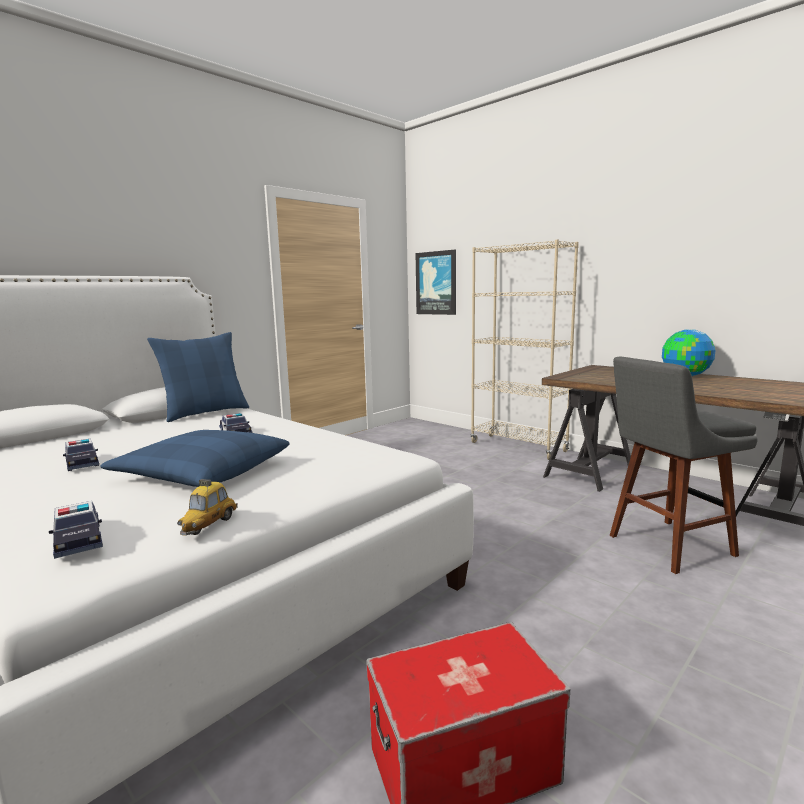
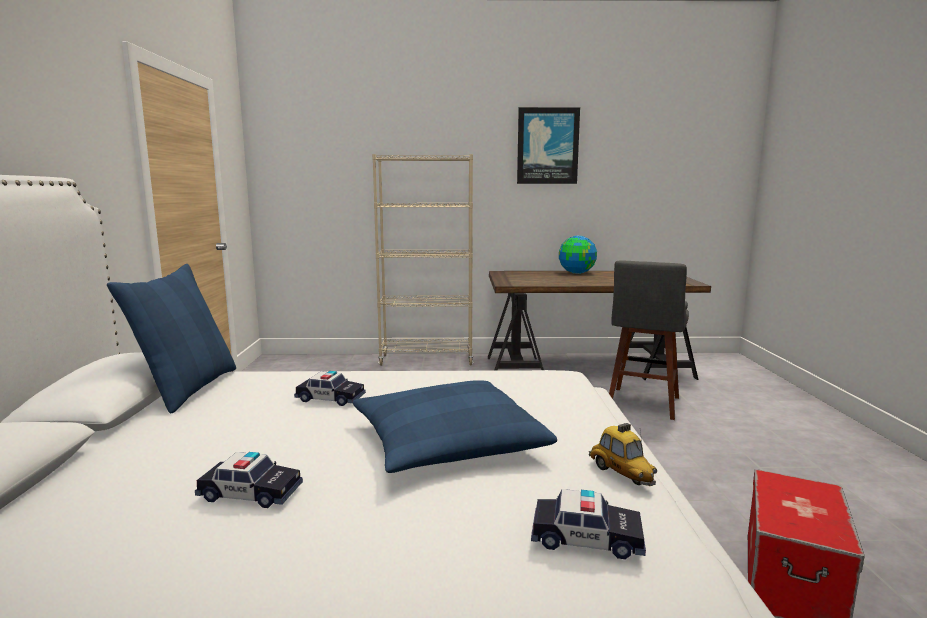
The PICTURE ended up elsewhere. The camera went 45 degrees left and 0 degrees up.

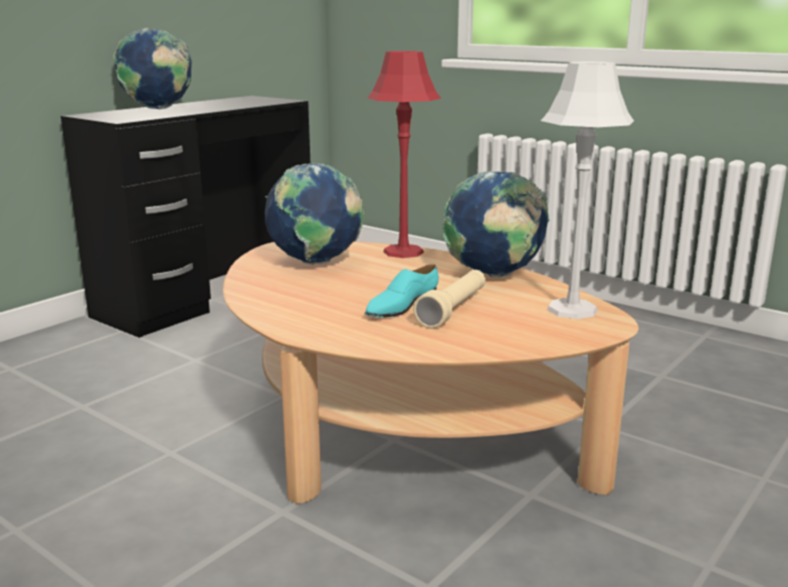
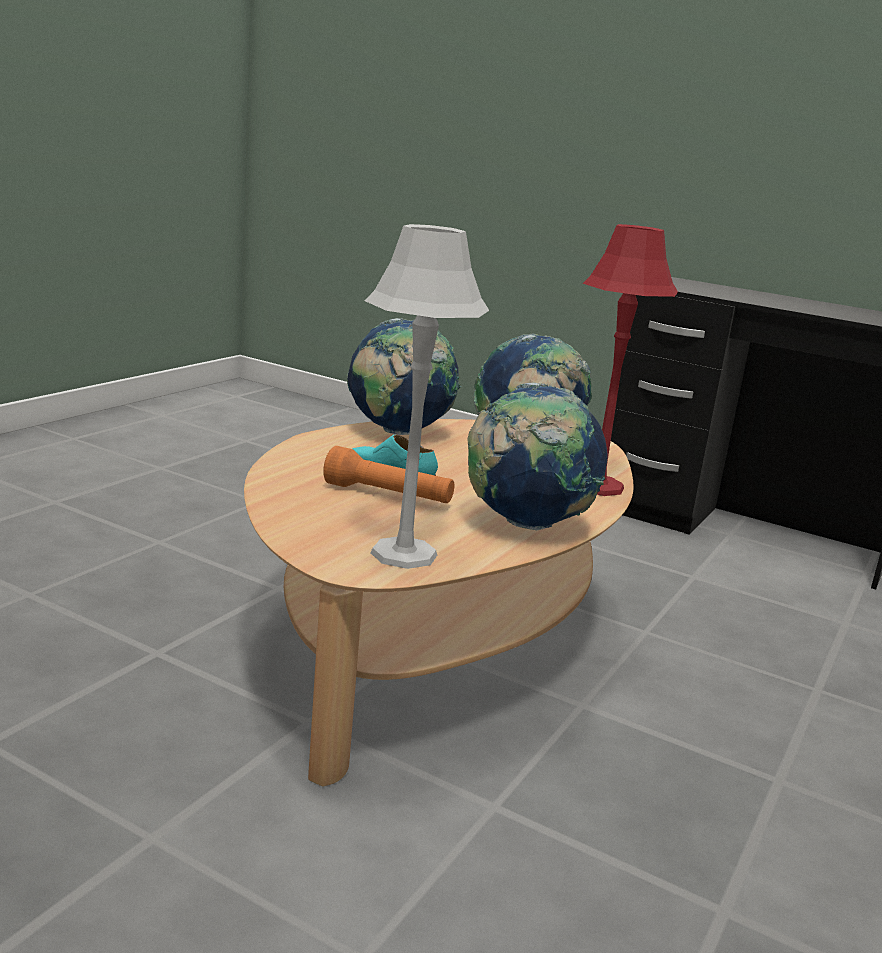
What was the BEIGE FLASHLIGHT turned into the ORANGE FLASHLIGHT. The GLOBE (no. 1 from left) ended up elsewhere. The camera went 80 degrees right and 0 degrees up.

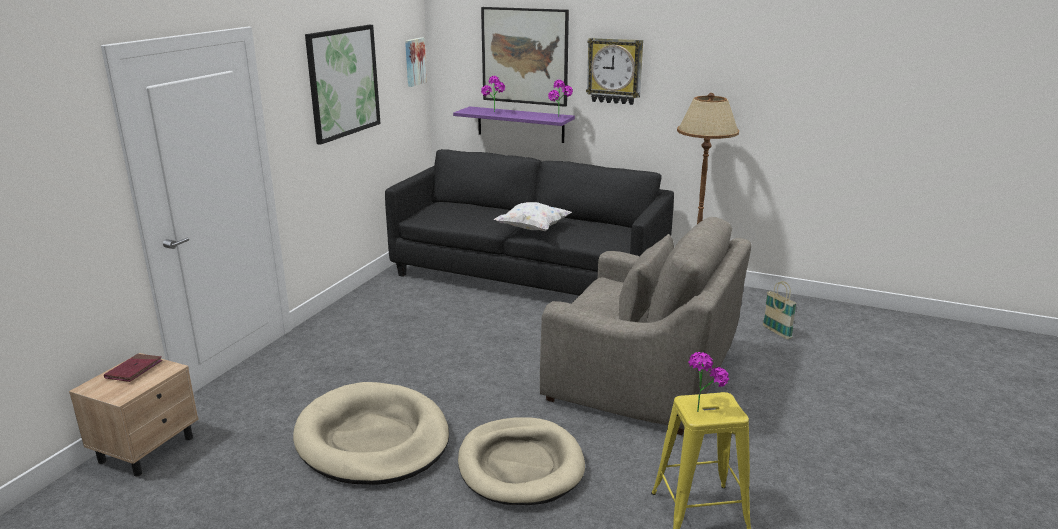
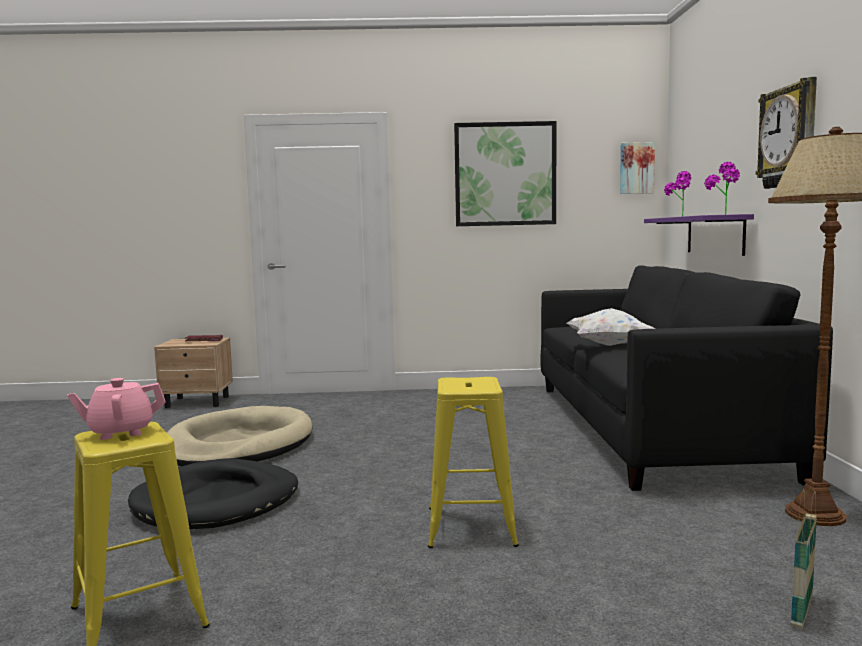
Where the POTTED PLANT (no. 3 from left) stood, the PINK TEAPOT came to stand. What was the BEIGE DOG BED (no. 2 from left) turned into the BLACK DOG BED. Where the GREY ARMCHAIR stood, the YELLOW STOOL (no. 2 from left) came to stand. The second view lost the PICTURE (no. 3 from left). The camera went 65 degrees right and 15 degrees down.

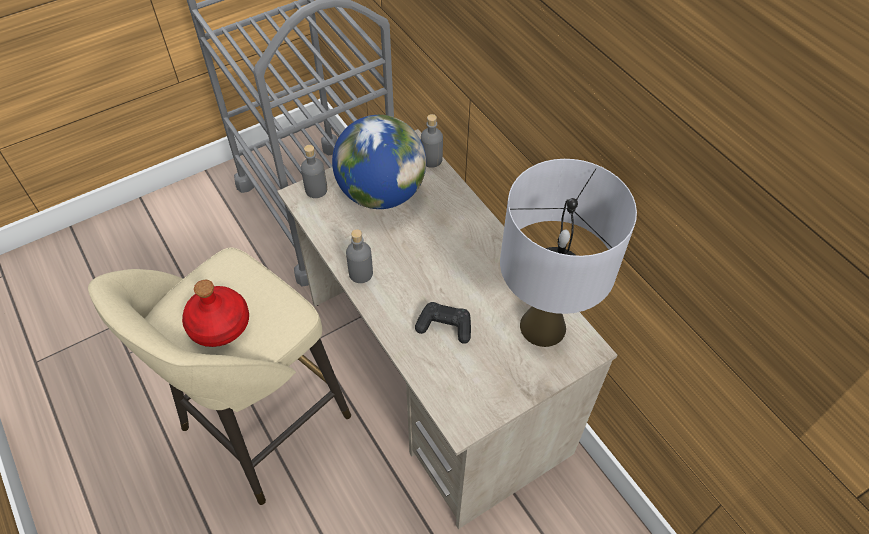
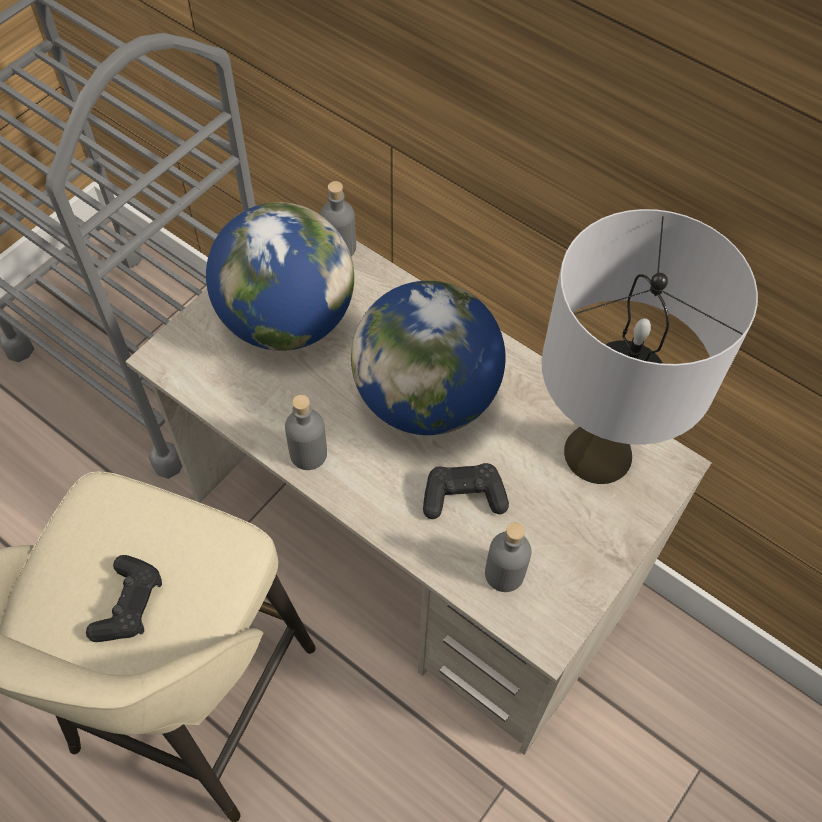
Where the RED BOTTLE stood, the BLACK GAME CONTROLLER (no. 1 from left) came to stand. The second view gained the GLOBE (no. 2 from left). The GREY BOTTLE (no. 1 from left in the first image) ended up elsewhere. The camera went 20 degrees left and 5 degrees up.

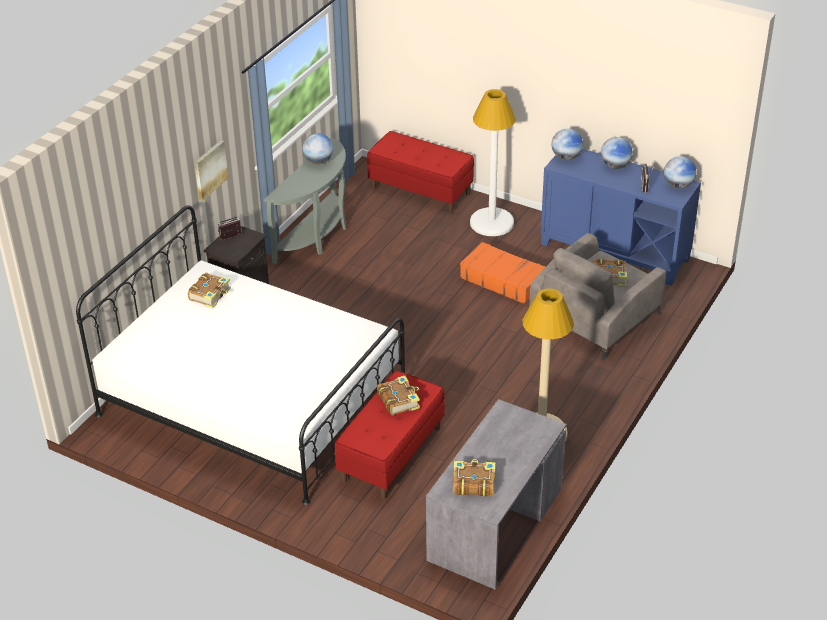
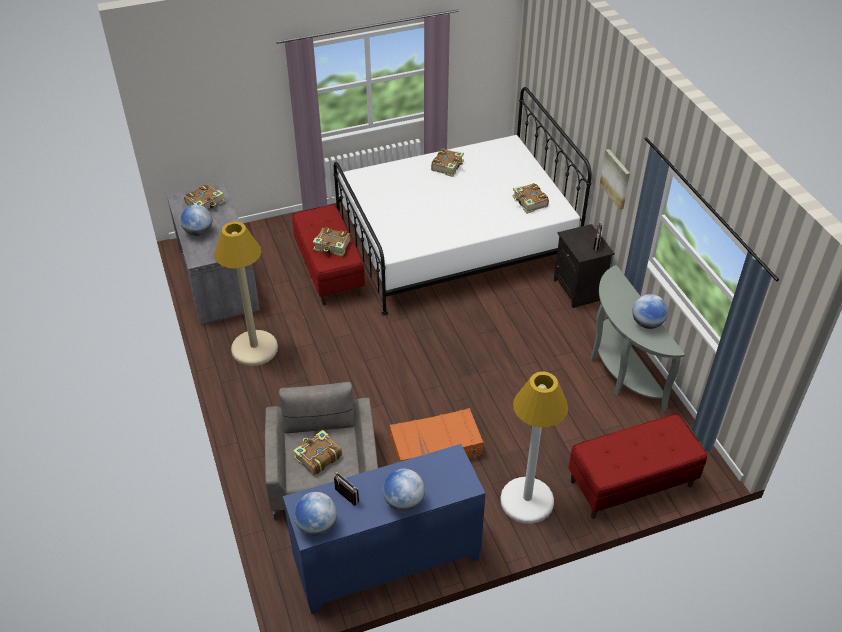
The GLOBE (no. 2 from left in the first image) ended up elsewhere. The second view gained the BOOK (no. 4 from left). The camera went 130 degrees right and 5 degrees up.

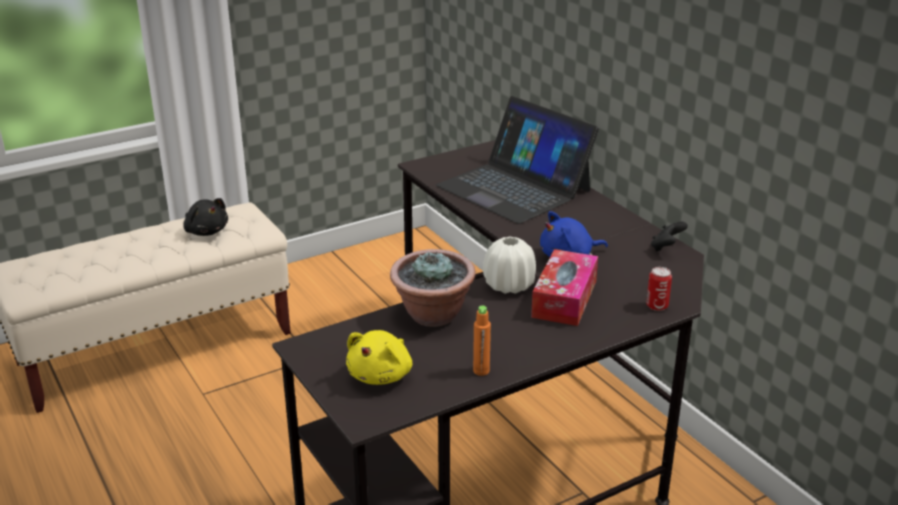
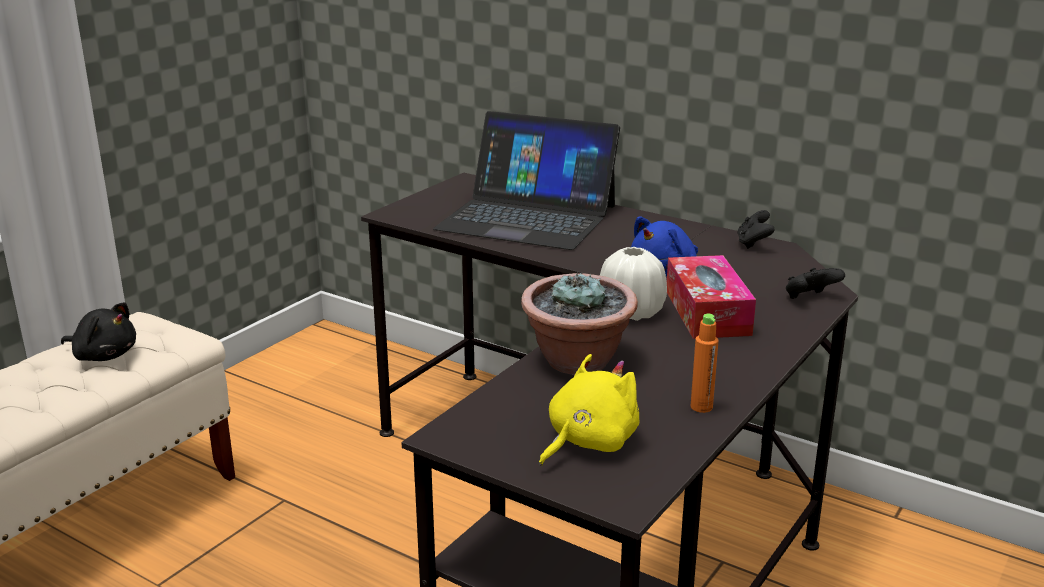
The YELLOW PLUSH TOY ended up facing another way, 135 degrees counterclockwise from before. Where the CAN stood, the BLACK GAME CONTROLLER (no. 2 from left) came to stand. The camera went 25 degrees left and 5 degrees down.

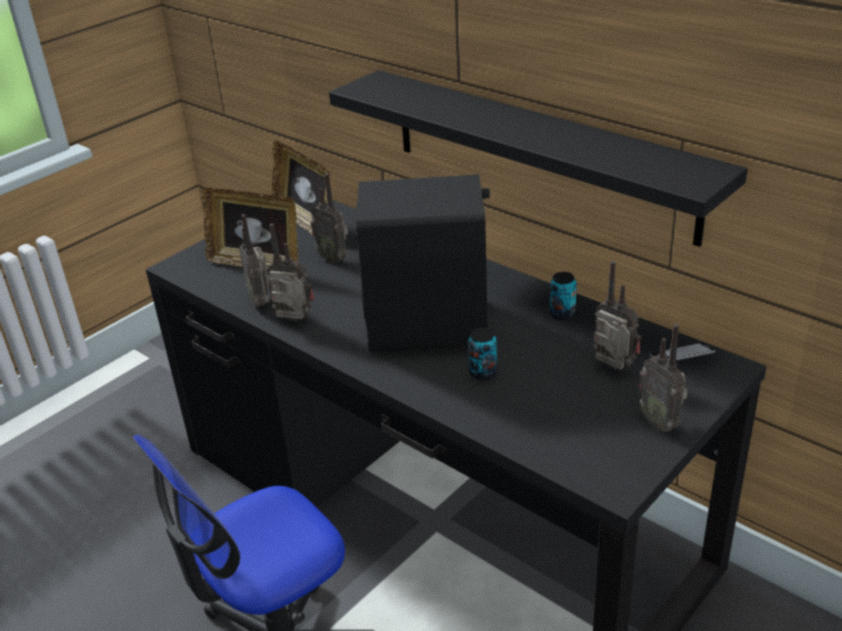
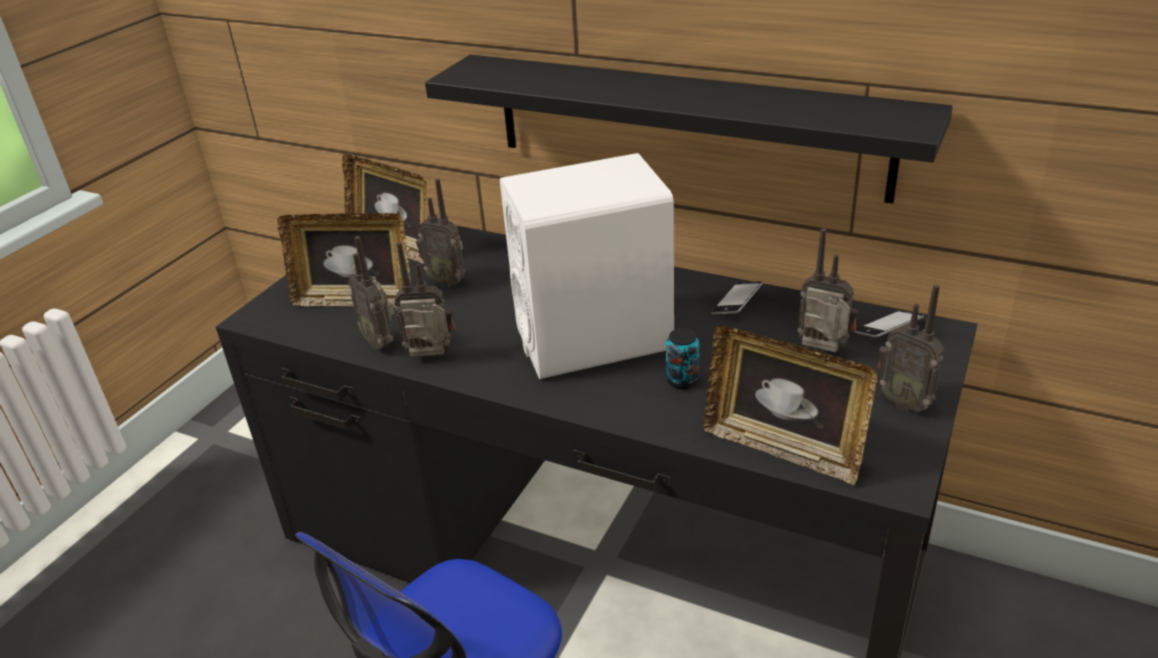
What was the BLACK SPEAKER turned into the WHITE SPEAKER. The second view gained the PICTURE FRAME (no. 3 from left). Where the CAN (no. 2 from left) stood, the PHONE (no. 1 from left) came to stand. The camera went 15 degrees left and 0 degrees up.

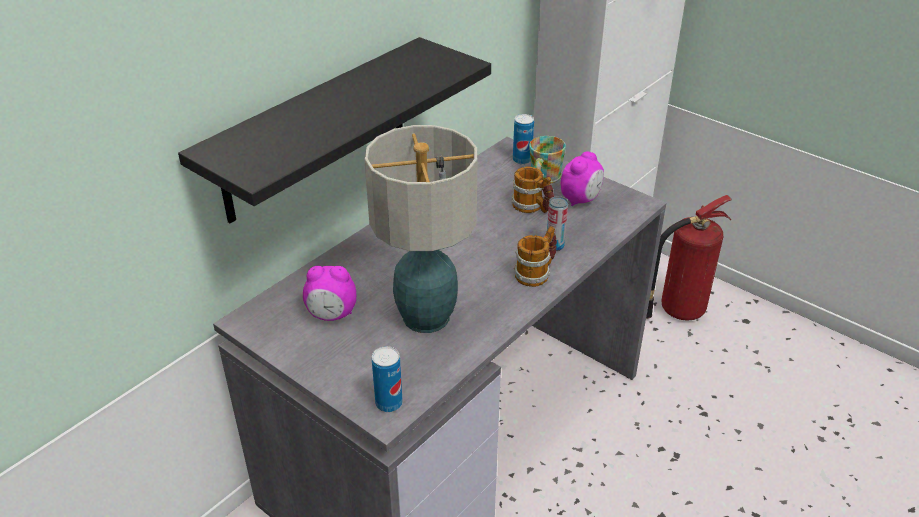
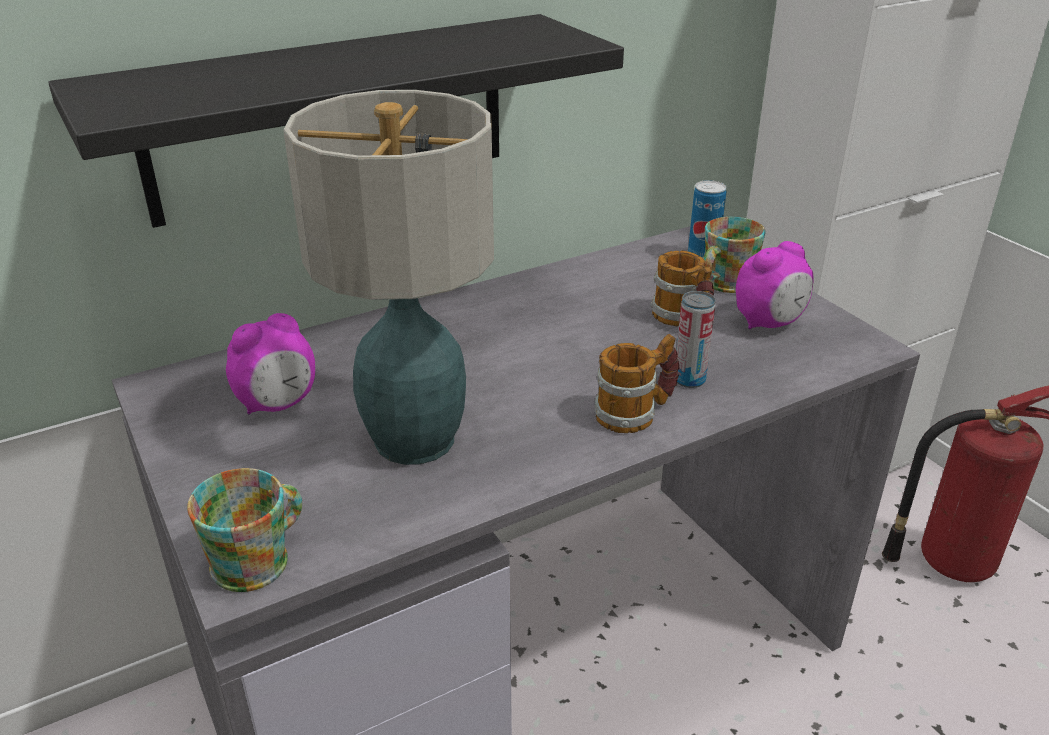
Where the CAN (no. 1 from left) stood, the MUG (no. 1 from left) came to stand. The ALARM CLOCK (no. 1 from left) ended up facing another way, 60 degrees counterclockwise from before. The camera went 20 degrees right and 5 degrees down.

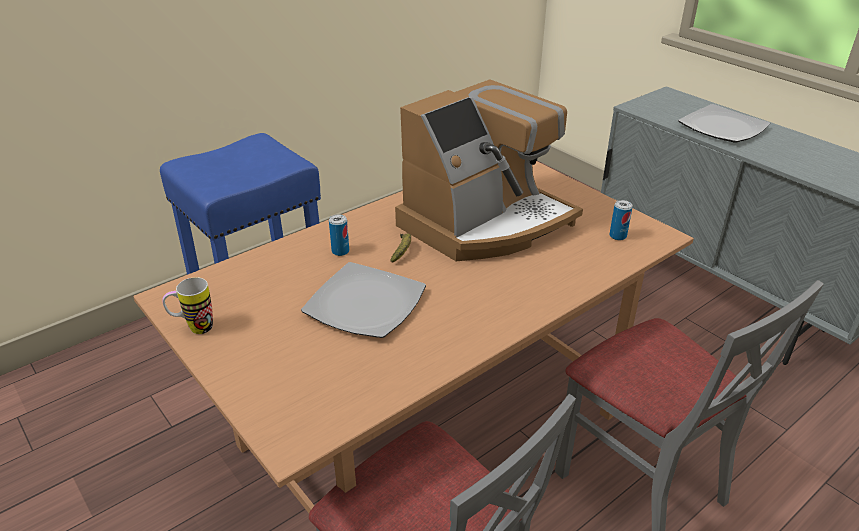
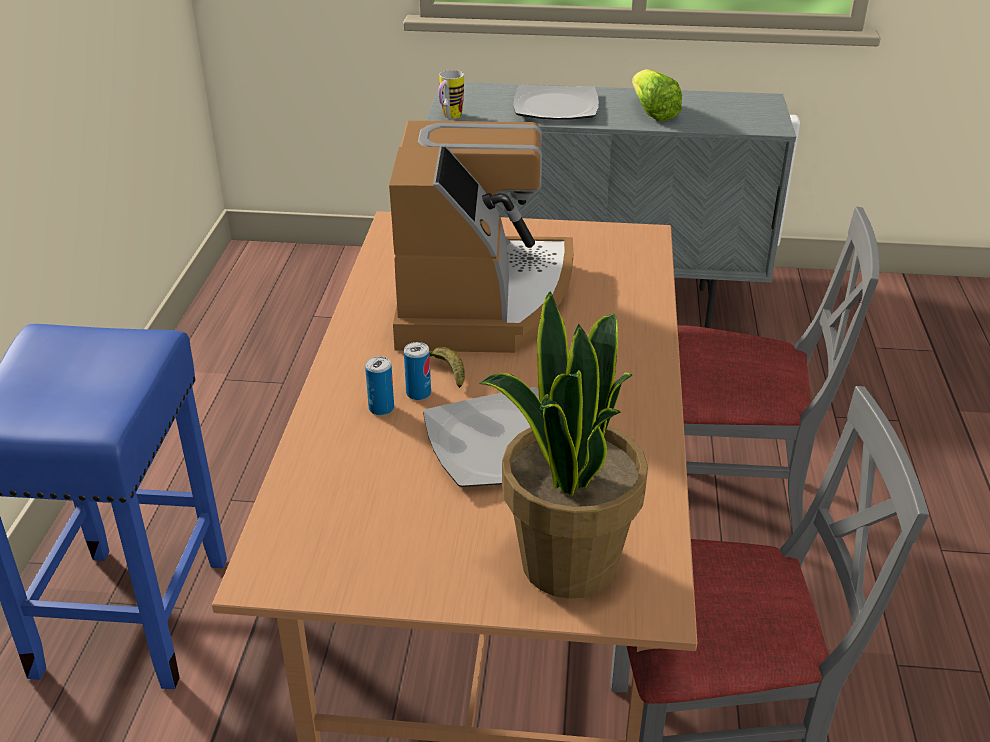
The CAN (no. 2 from left) ended up elsewhere. The MUG ended up elsewhere. The second view gained the POTTED PLANT. The second view gained the LETTUCE. The camera went 45 degrees left and 0 degrees up.

